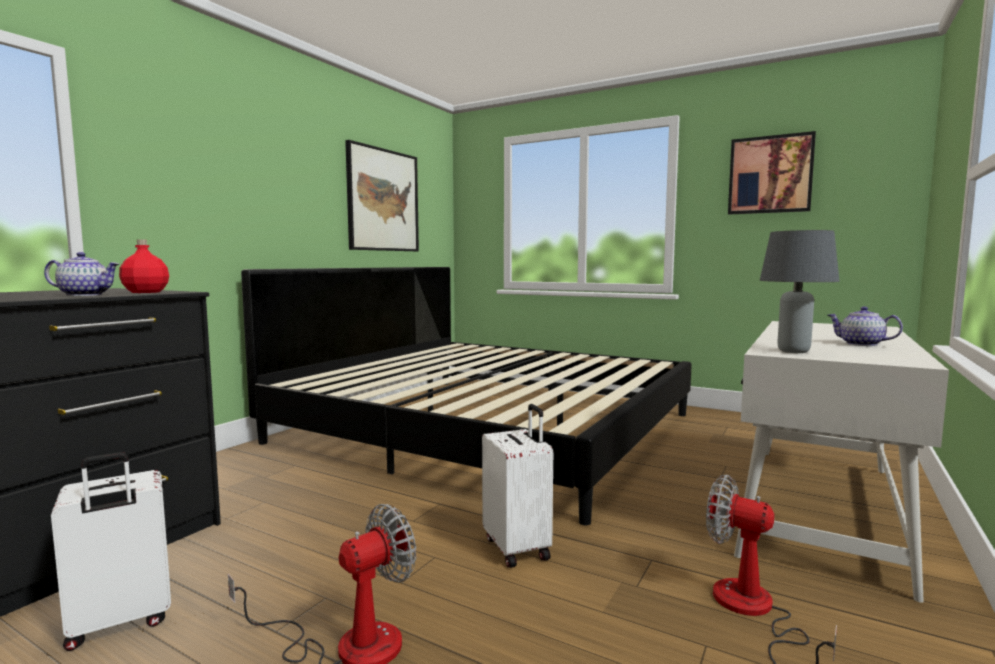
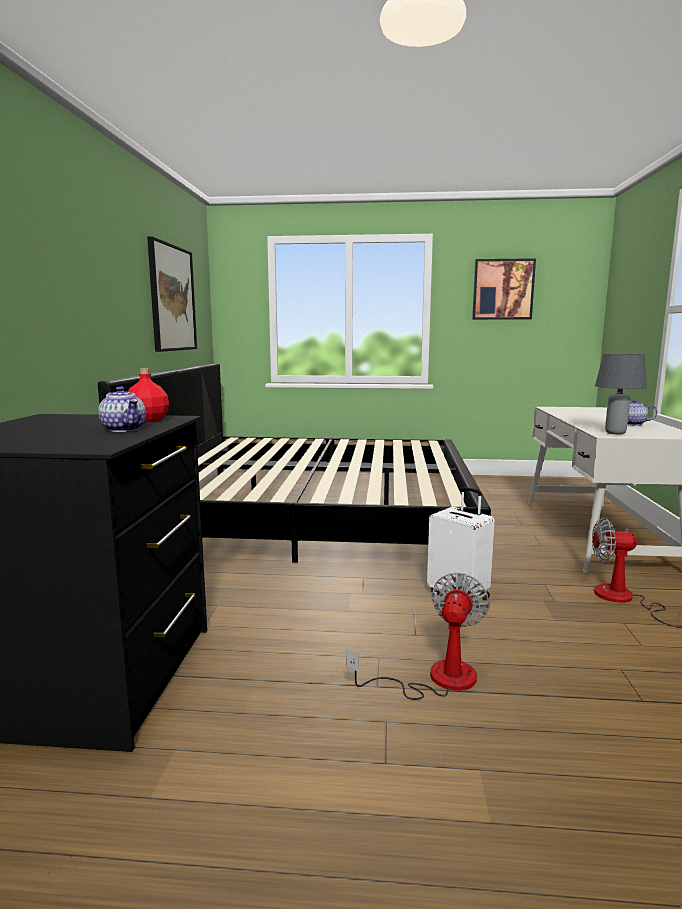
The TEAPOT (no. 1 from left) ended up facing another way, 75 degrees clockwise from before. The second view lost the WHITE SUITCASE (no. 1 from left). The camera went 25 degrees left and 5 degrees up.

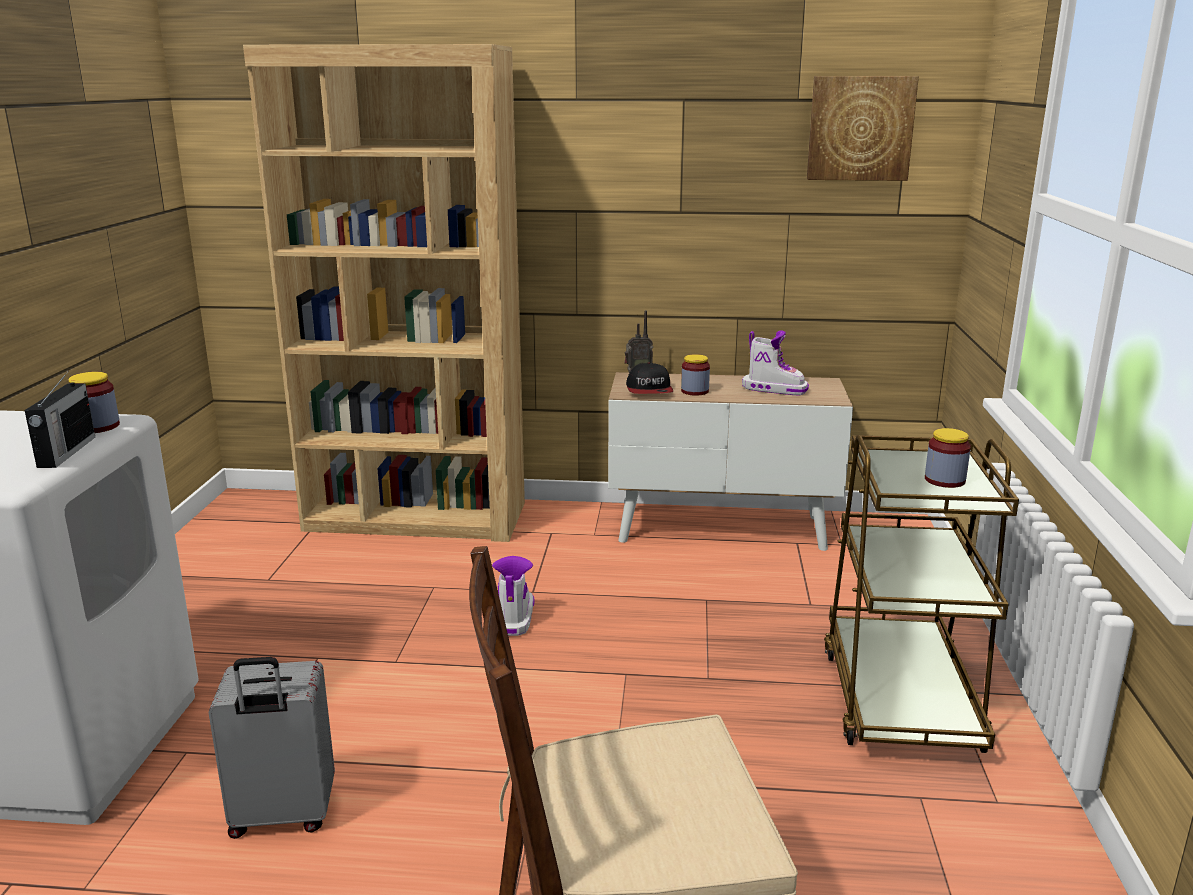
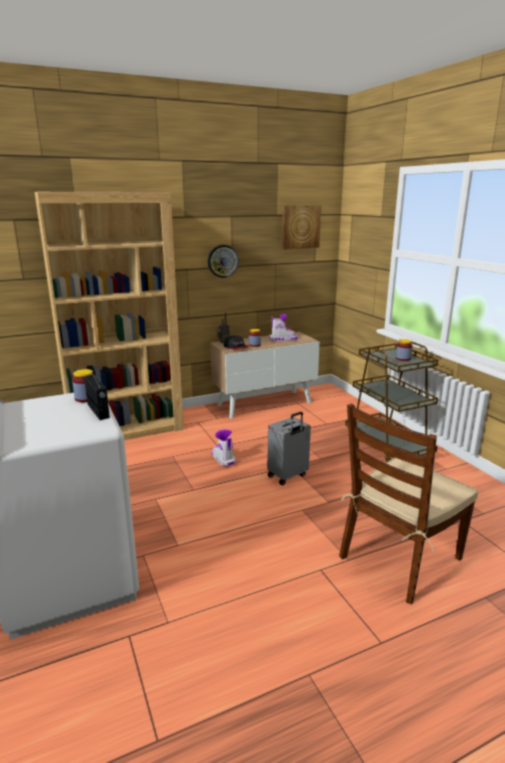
The second view gained the WALL CLOCK. The GREY SUITCASE ended up elsewhere. The camera went 30 degrees left and 0 degrees up.

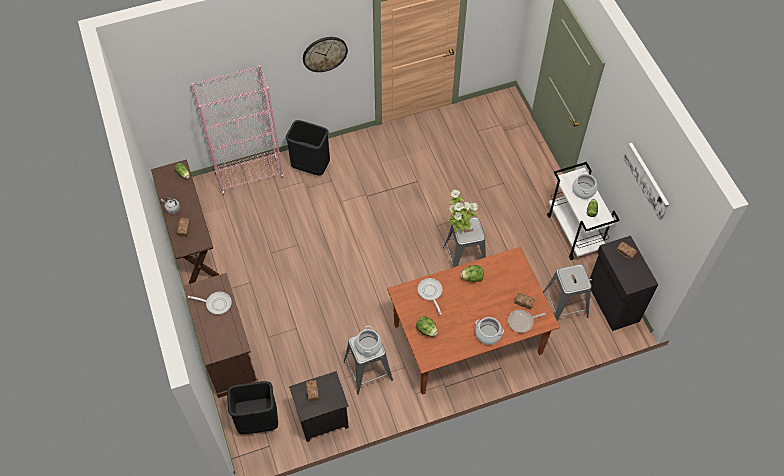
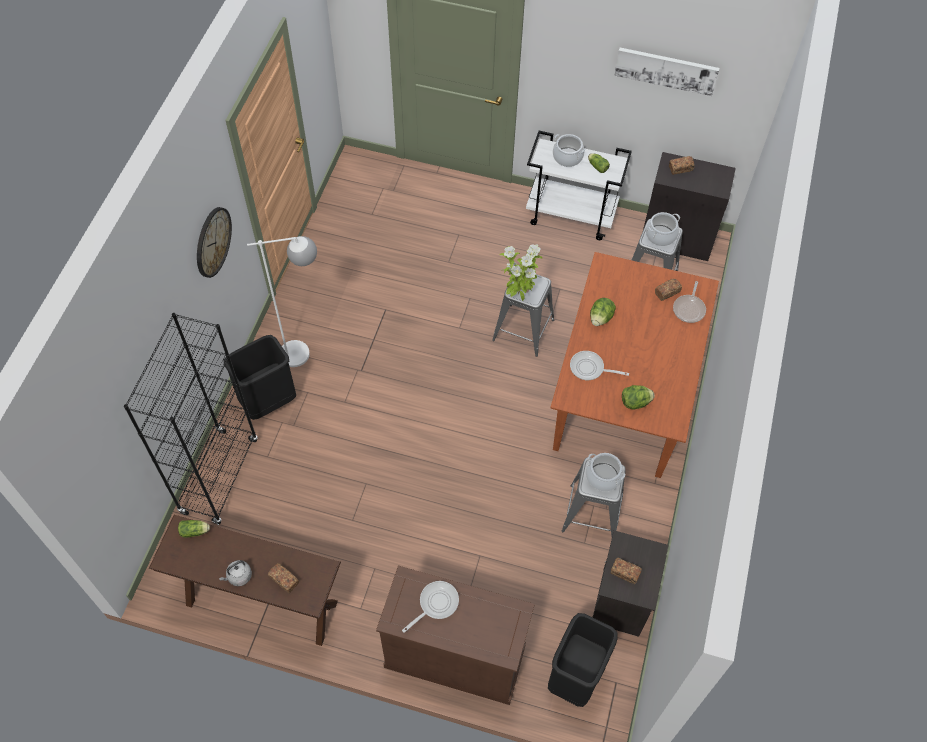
What was the PINK BOOKCASE turned into the BLACK BOOKCASE. The second view gained the WHITE FLOOR LAMP. The COOKING POT (no. 2 from left in the first image) ended up elsewhere. The camera went 55 degrees left and 0 degrees up.

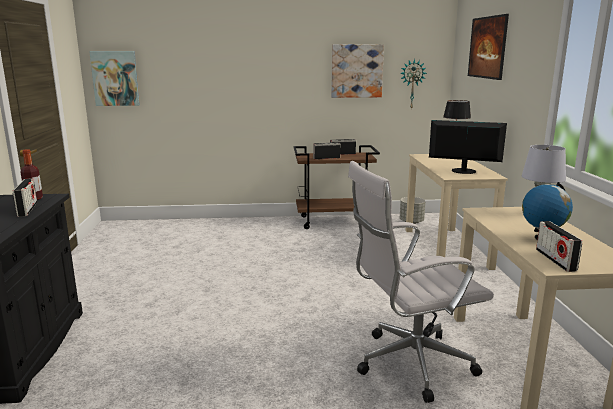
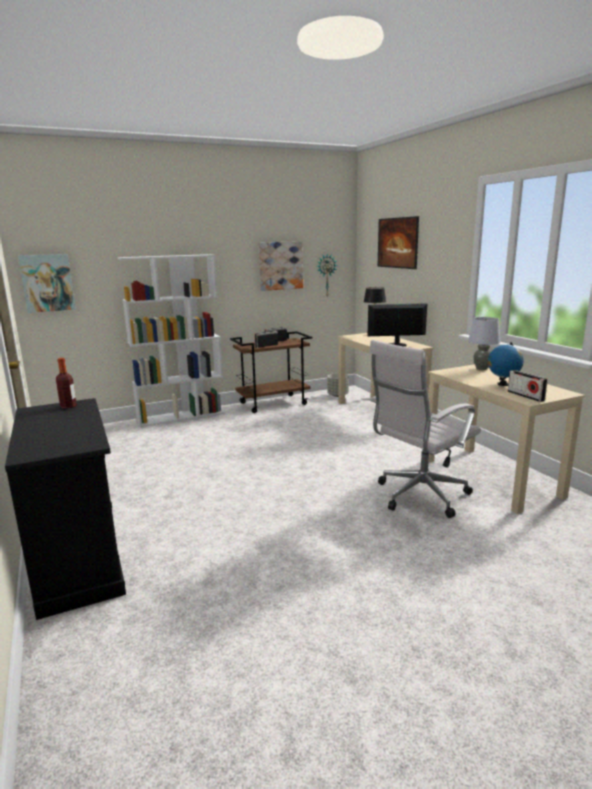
The second view gained the WHITE BOOKCASE. The second view lost the RADIO (no. 1 from left). The camera went 20 degrees left and 0 degrees up.

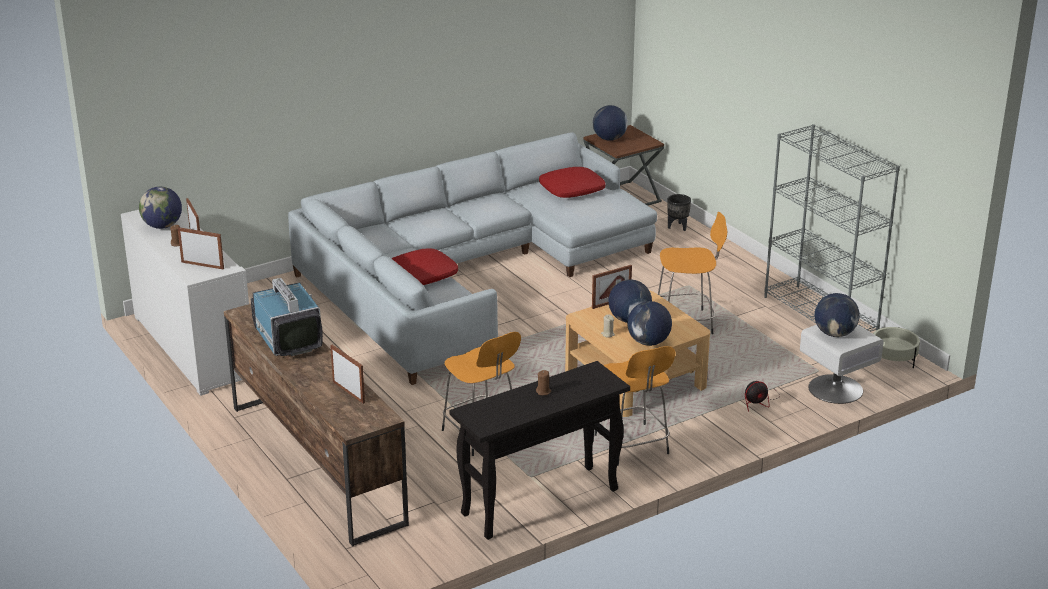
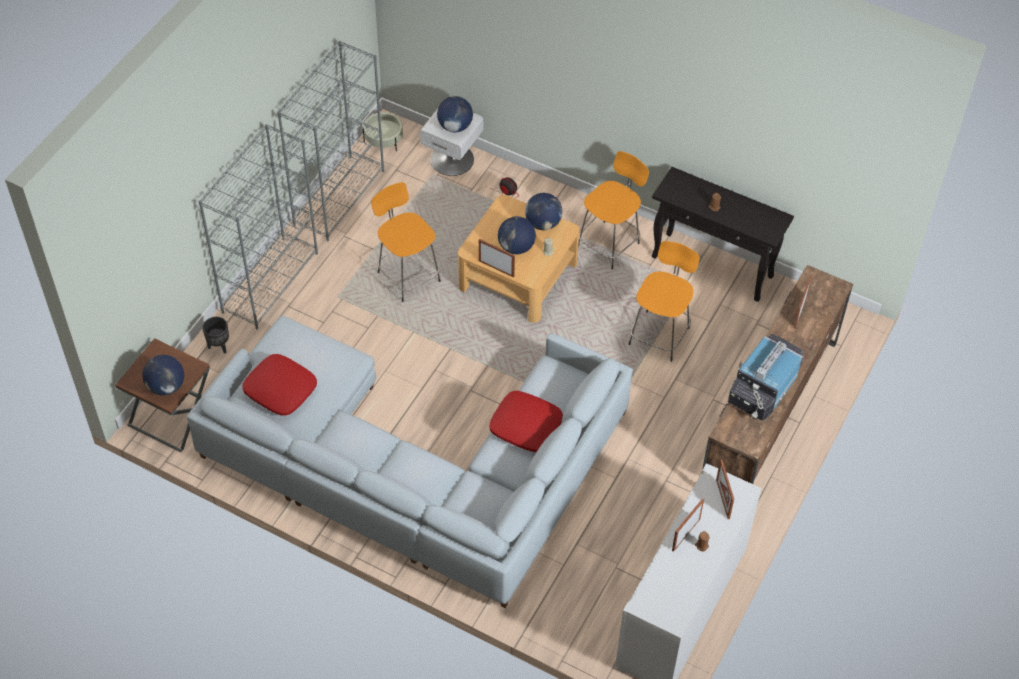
The second view gained the GREY BOOKCASE (no. 1 from left). The second view lost the GLOBE (no. 1 from left). The camera went 120 degrees left and 25 degrees up.

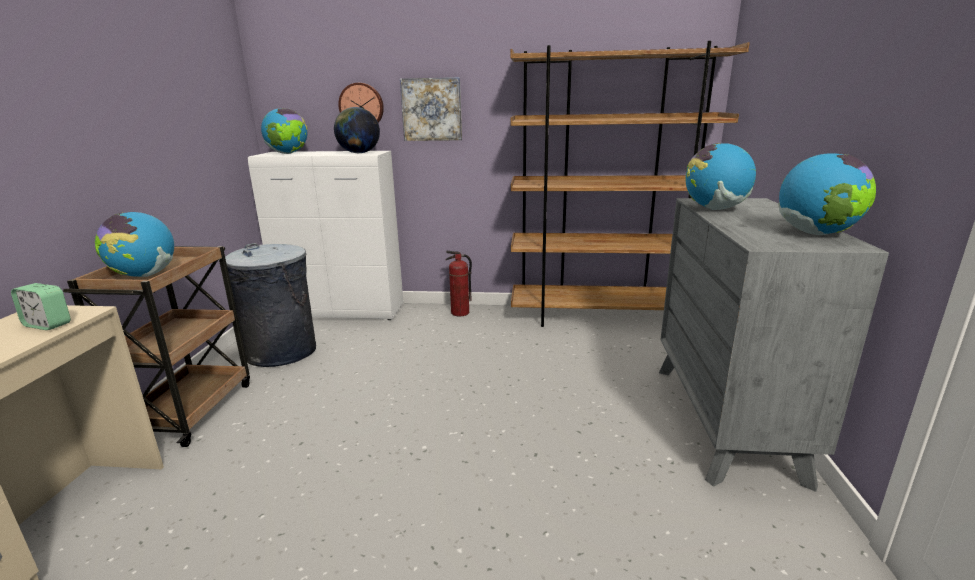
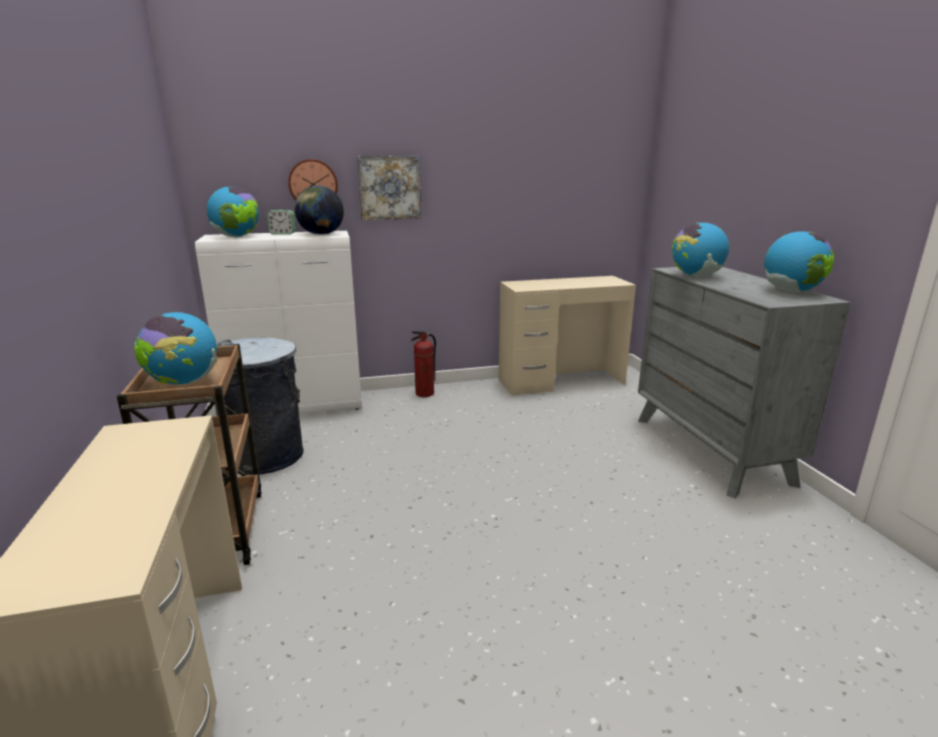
The ALARM CLOCK ended up elsewhere. Where the BROWN BOOKCASE stood, the BEIGE DESK (no. 2 from left) came to stand. The camera went 20 degrees left and 0 degrees up.

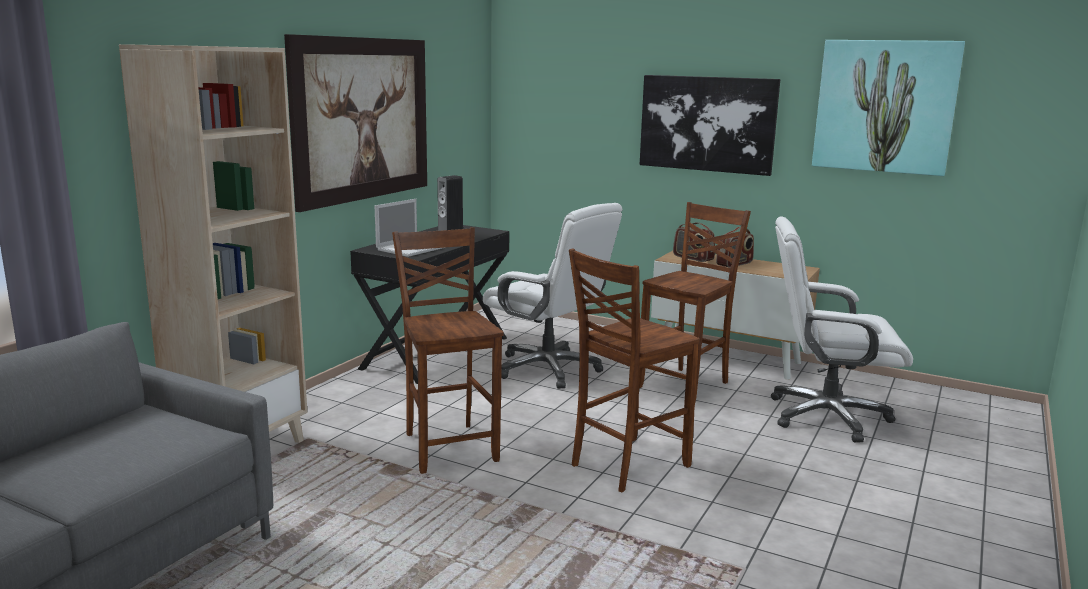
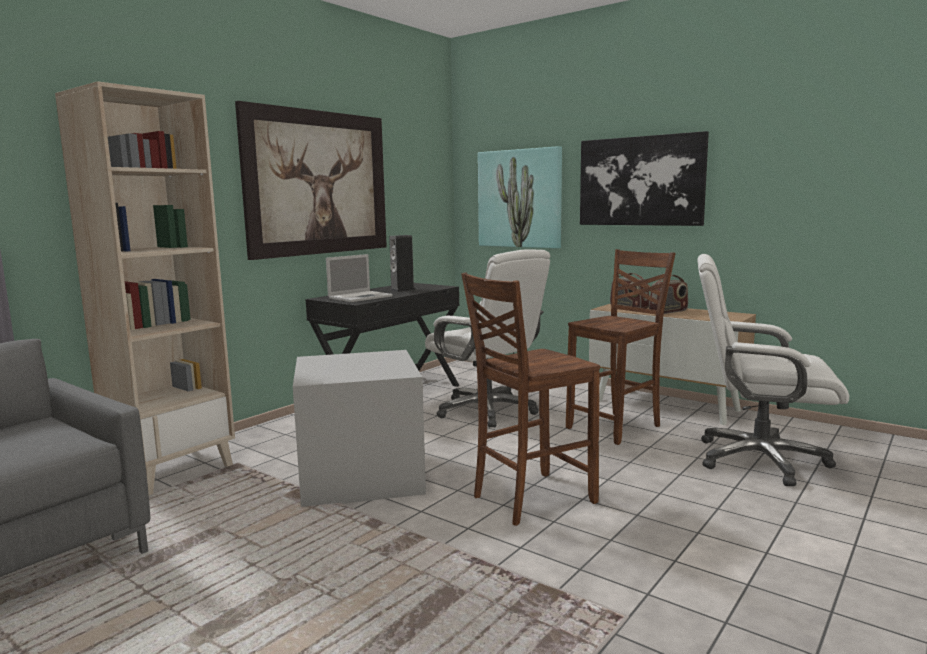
Where the BROWN CHAIR (no. 1 from left) stood, the GREY STORAGE BOX came to stand. The PICTURE (no. 3 from left in the first image) ended up elsewhere. The camera went 10 degrees right and 5 degrees down.

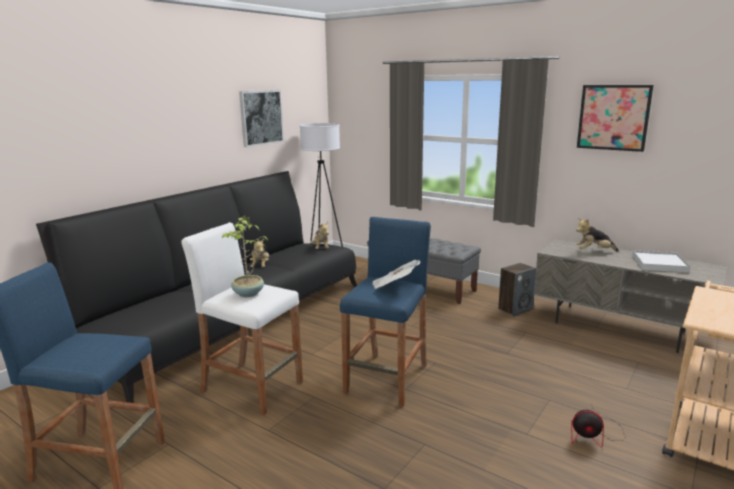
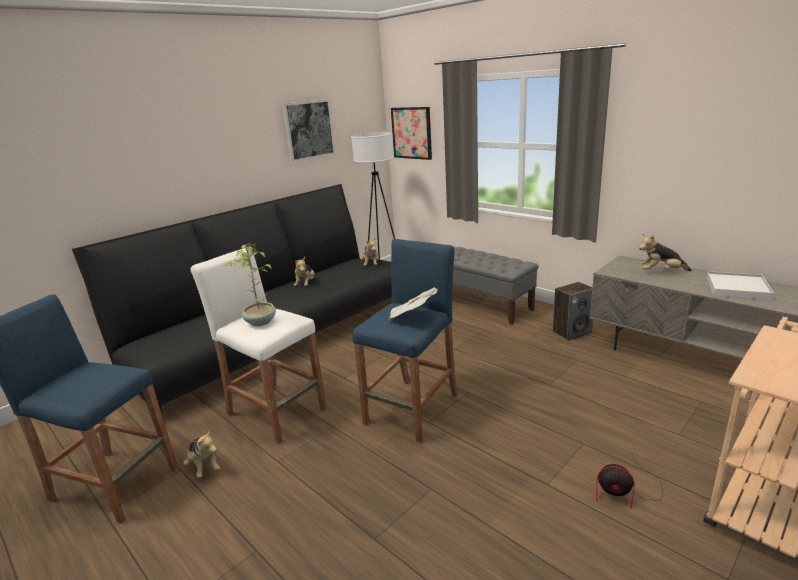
The second view gained the PLUSH TOY (no. 1 from left). The PICTURE (no. 2 from left) ended up elsewhere. The camera went 10 degrees right and 5 degrees up.

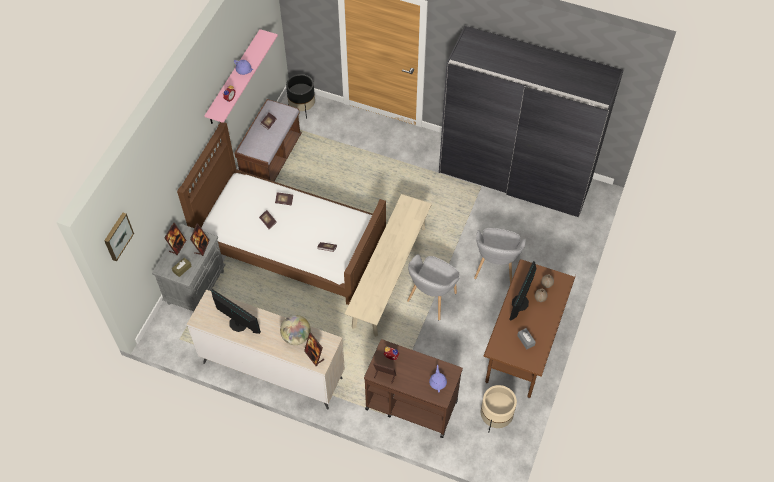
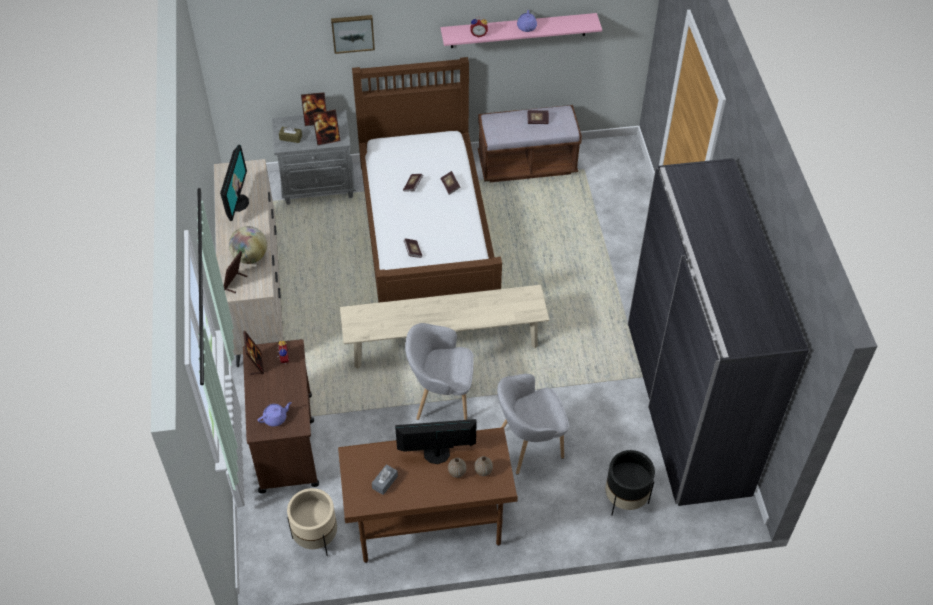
The PICTURE ended up elsewhere. The BLACK PLANTER ended up elsewhere. The camera went 60 degrees right and 5 degrees down.

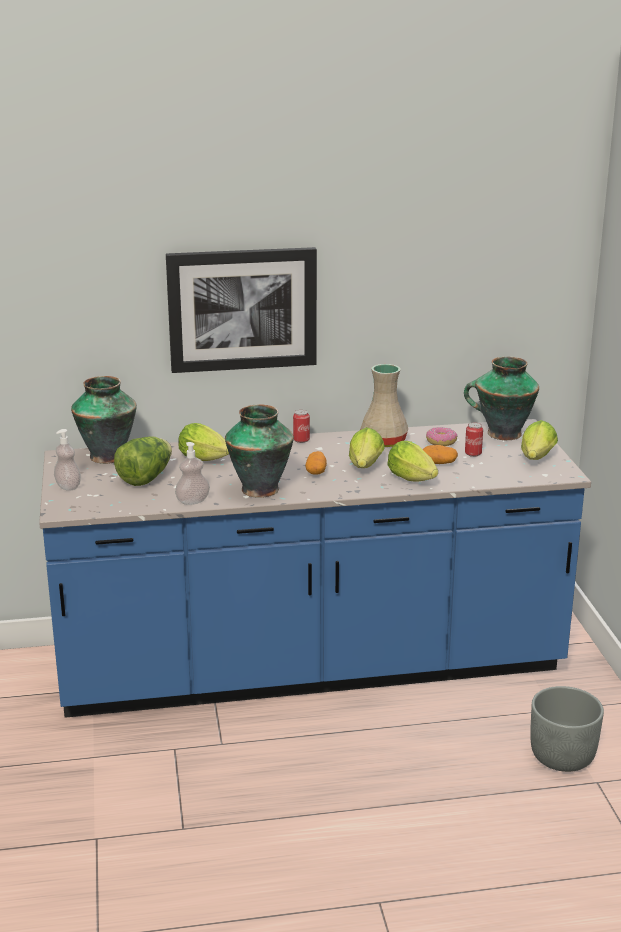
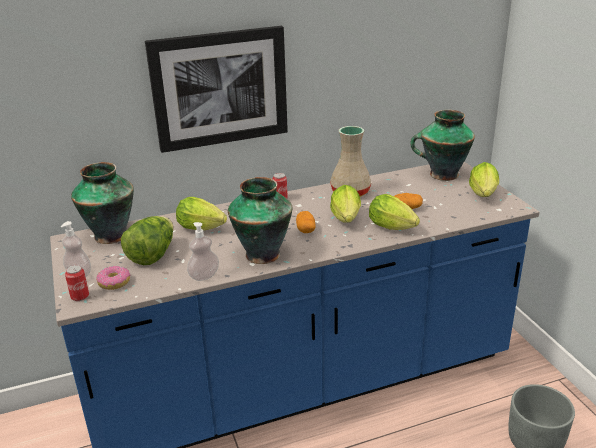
The CAN (no. 2 from left in the first image) ended up elsewhere. The DONUT ended up elsewhere. The camera went 10 degrees left and 5 degrees up.

